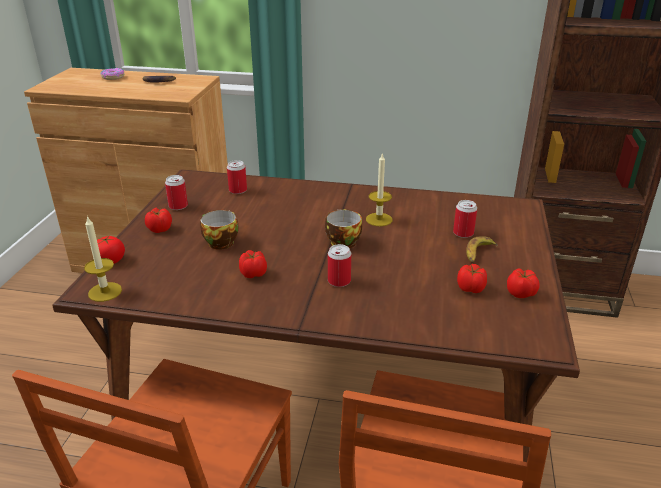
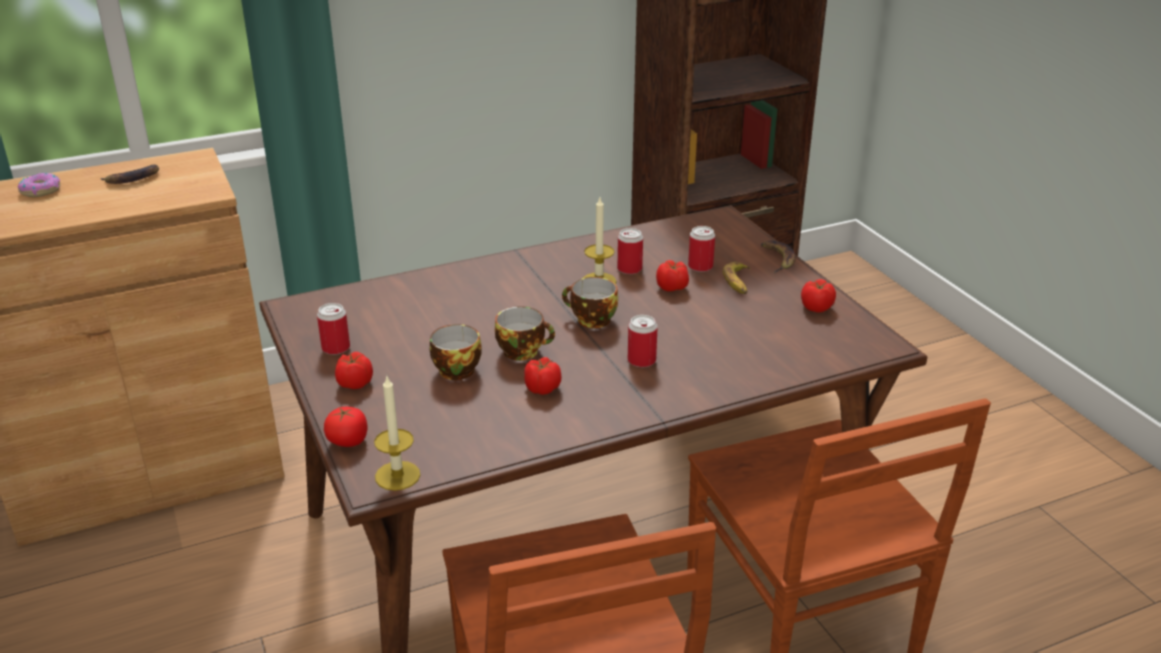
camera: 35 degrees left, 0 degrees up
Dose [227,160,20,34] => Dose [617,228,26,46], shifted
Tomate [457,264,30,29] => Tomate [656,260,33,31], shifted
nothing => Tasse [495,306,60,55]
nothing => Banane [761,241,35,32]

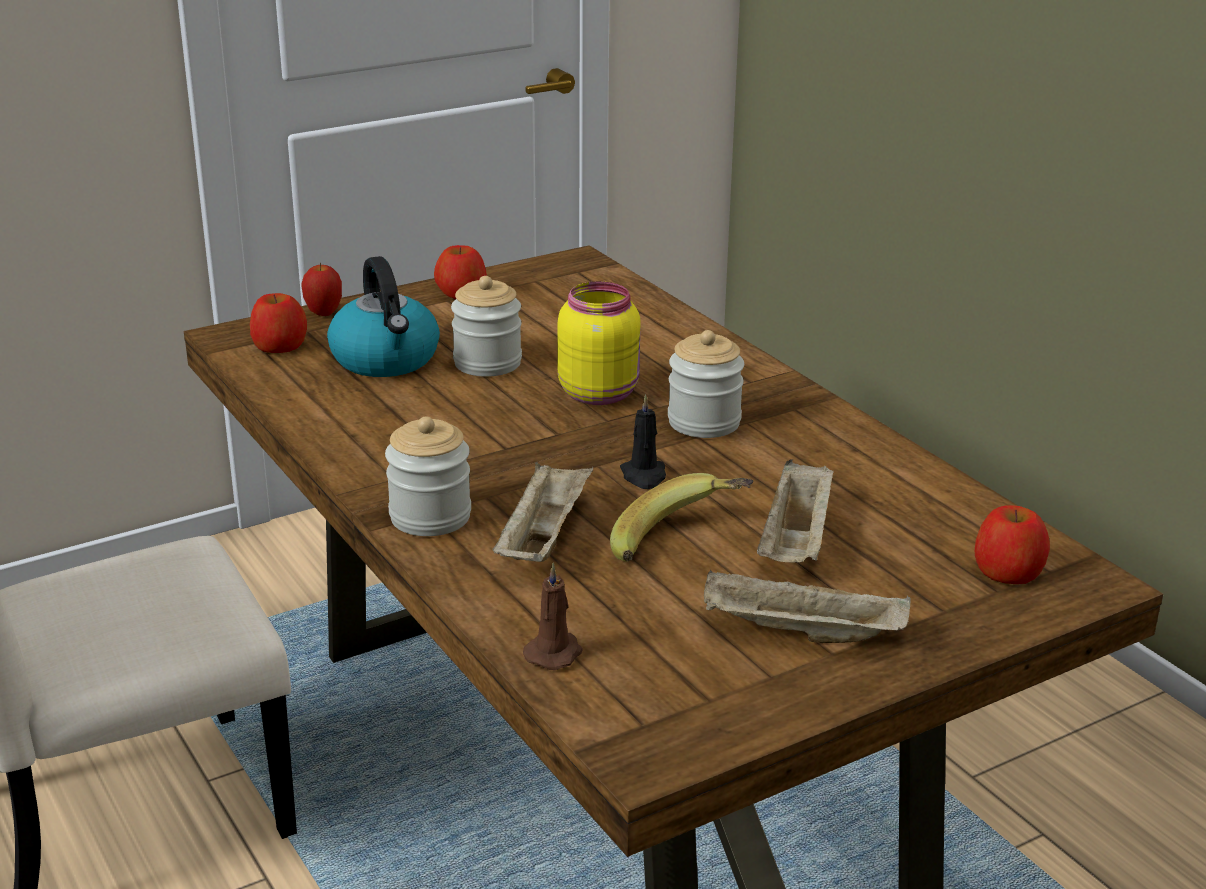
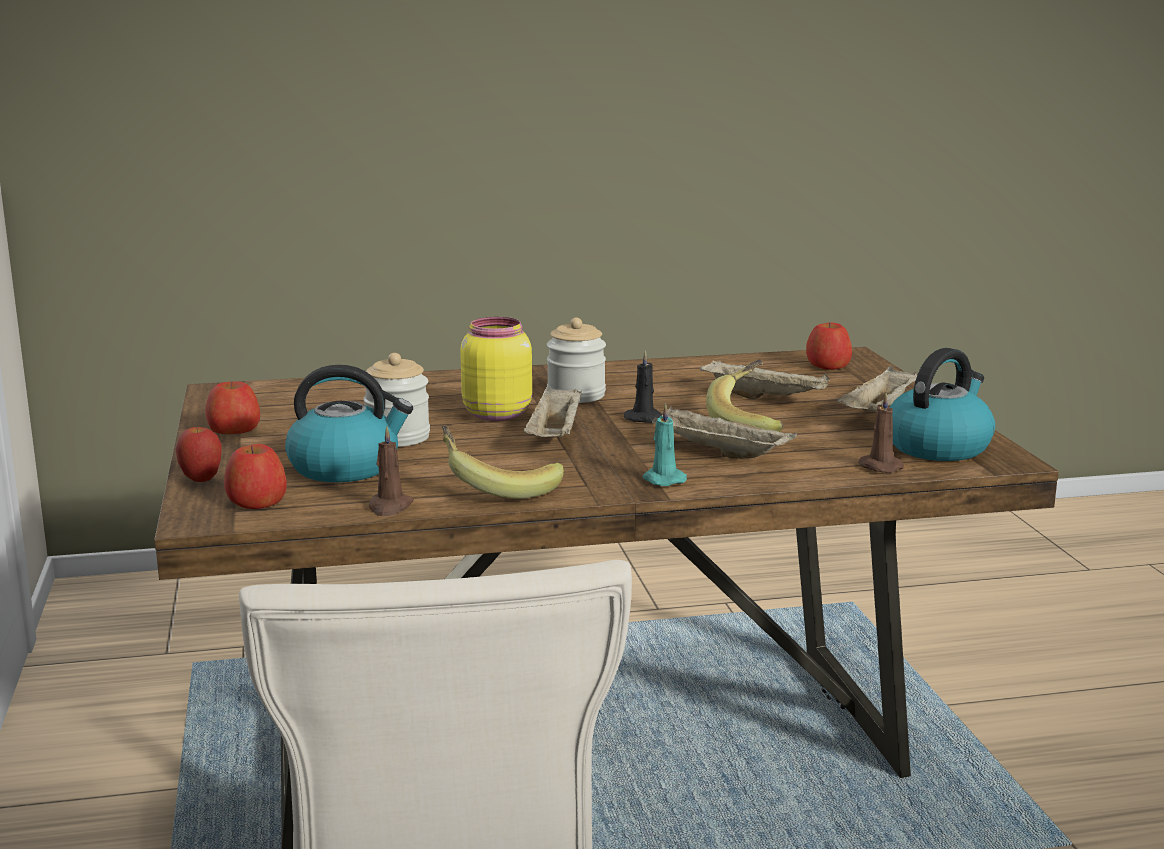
camera: 70 degrees left, 10 degrees down
Vorratsglas [385,416,86,120] => Kerze [türkis] [643,403,44,83]
nothing => Kerze [braun] [368,426,46,90]
nothing => Banane [442,426,122,73]
nothing => Tablett [beige] [524,386,58,51]
nothing => Wasserkessel [890,348,105,113]

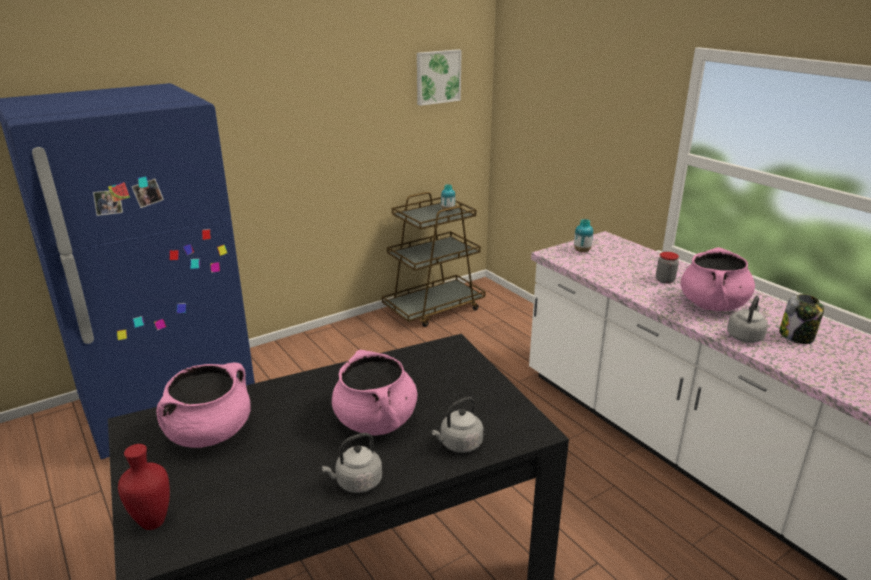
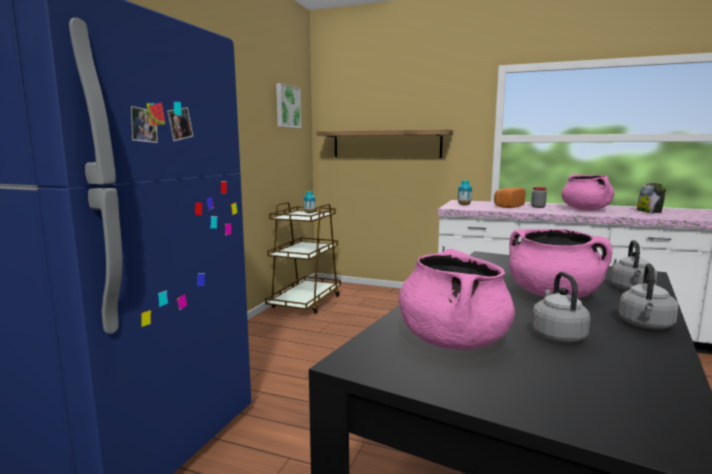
camera: 35 degrees left, 15 degrees down
Vase [rot] [118,444,52,86] => nothing
Wasserkessel [grau] [727,296,41,47] => Wasserkessel [grau] [531,272,59,71], shifted
nothing => Wandregal [317,129,136,29]
nothing => Brot [494,188,32,20]

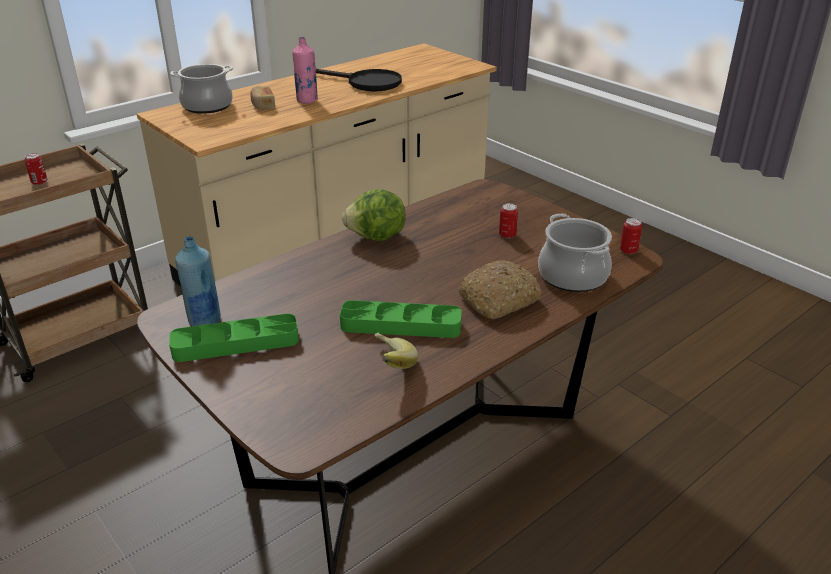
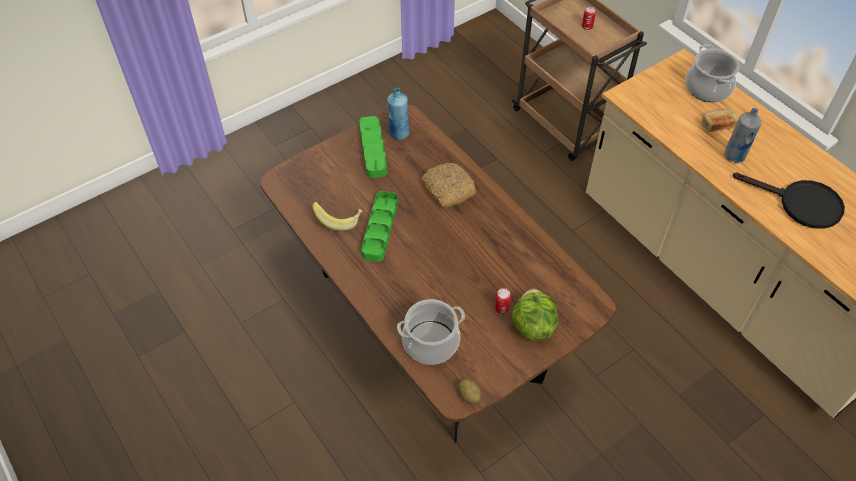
camera: 95 degrees right, 20 degrees up
Flasche [rosa] [292,37,26,67] => Flasche [grau] [724,108,38,55]
Pfanne [schwarz] [316,69,86,22] => Pfanne [schwarz] [733,173,112,56], 90 degrees counterclockwise
Salatkopf [342,190,64,51] => Salatkopf [511,289,47,52], shifted
Brot [458,260,84,59] => Brot [421,163,55,45], shifted
Dose [620,218,22,36] => Kartoffel [459,379,22,24]

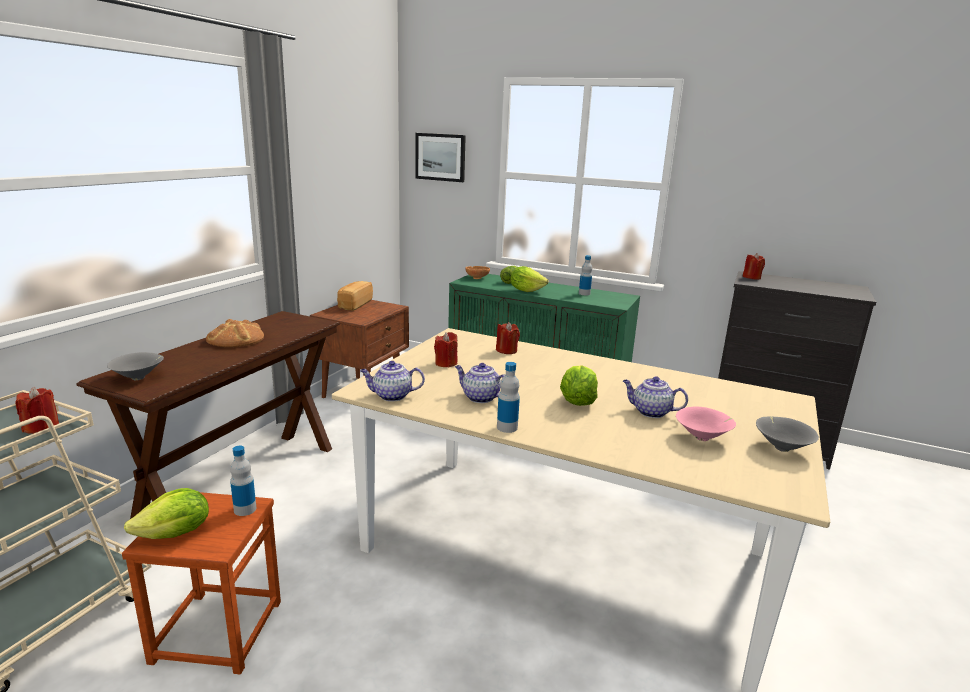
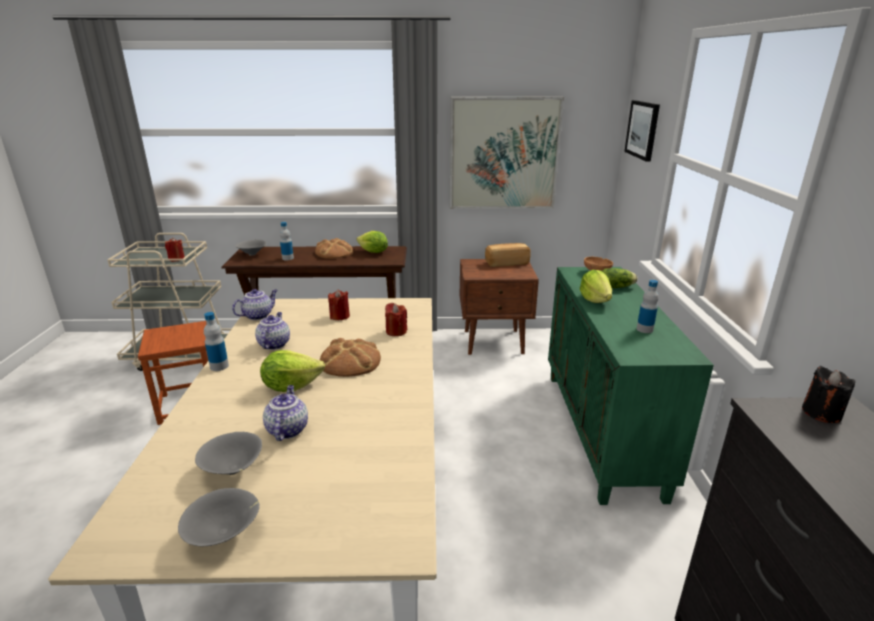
camera: 65 degrees right, 5 degrees up
Salatkopf [124,488,85,51] => Salatkopf [356,231,32,22], shifted
Flasche [230,446,26,70] => Flasche [280,222,14,39], shifted
Teekanne [360,361,65,40] => Teekanne [232,289,46,31], 75 degrees clockwise
Schüssel [rosa] [676,406,60,35] => Schüssel [grau] [195,432,67,43]
Kerze [rot] [743,253,22,27] => Kerze [schwarz] [802,366,53,57]
nothing => Brot [320,338,61,39]
nothing => Bild [450,97,114,112]

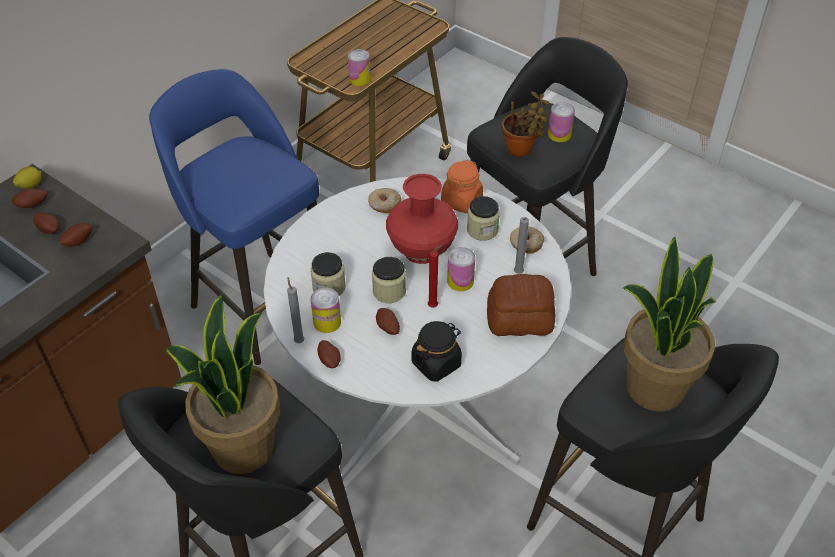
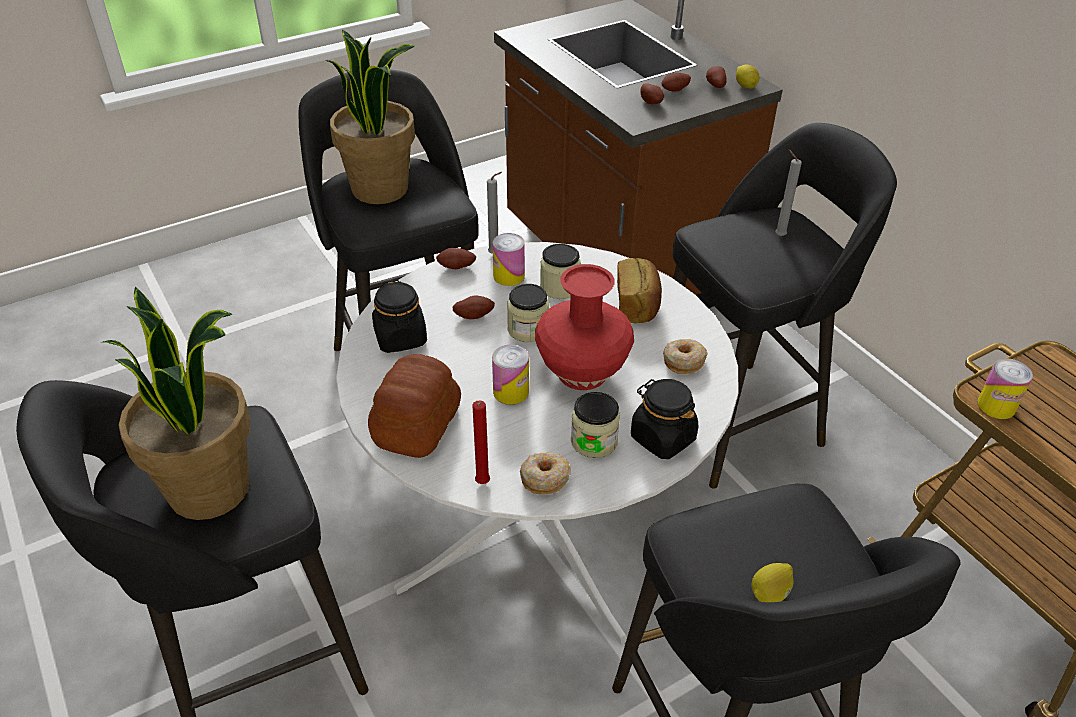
camera: 110 degrees right, 5 degrees down
Hocker [blau] [149,69,170,296] => Hocker [schwarz] [673,123,224,366]
Kerze [rot] [428,245,15,62] => Kerze [rot] [472,400,18,84], shifted
Vorratsglas [orange] [441,160,42,53] => Vorratsglas [schwarz] [631,379,67,80]
Topfpflanze [502,91,48,66] => nothing
Kerze [grau] [514,217,15,57] => Kerze [grau] [775,149,27,87], shifted
Dose [548,102,27,40] => Zitrone [751,563,42,39]
nothing => Brot [617,258,45,65]

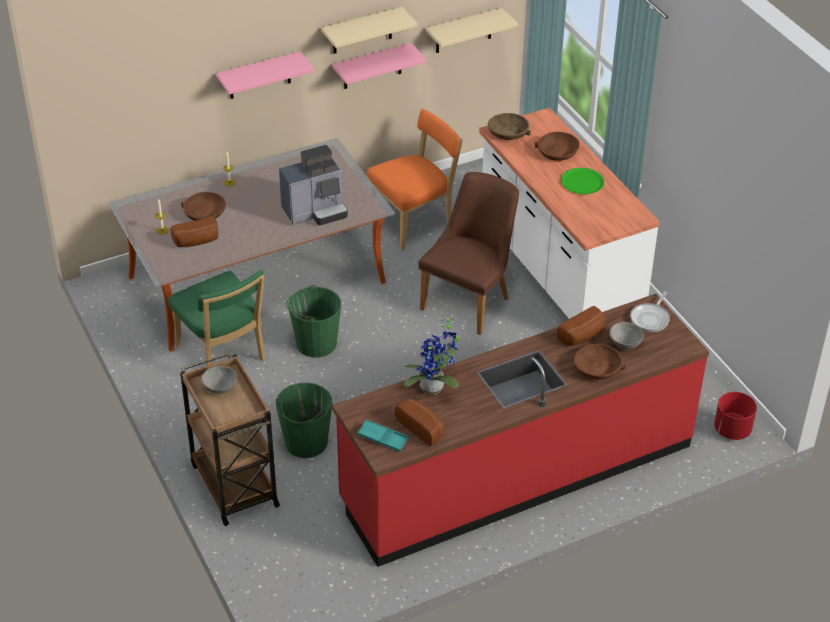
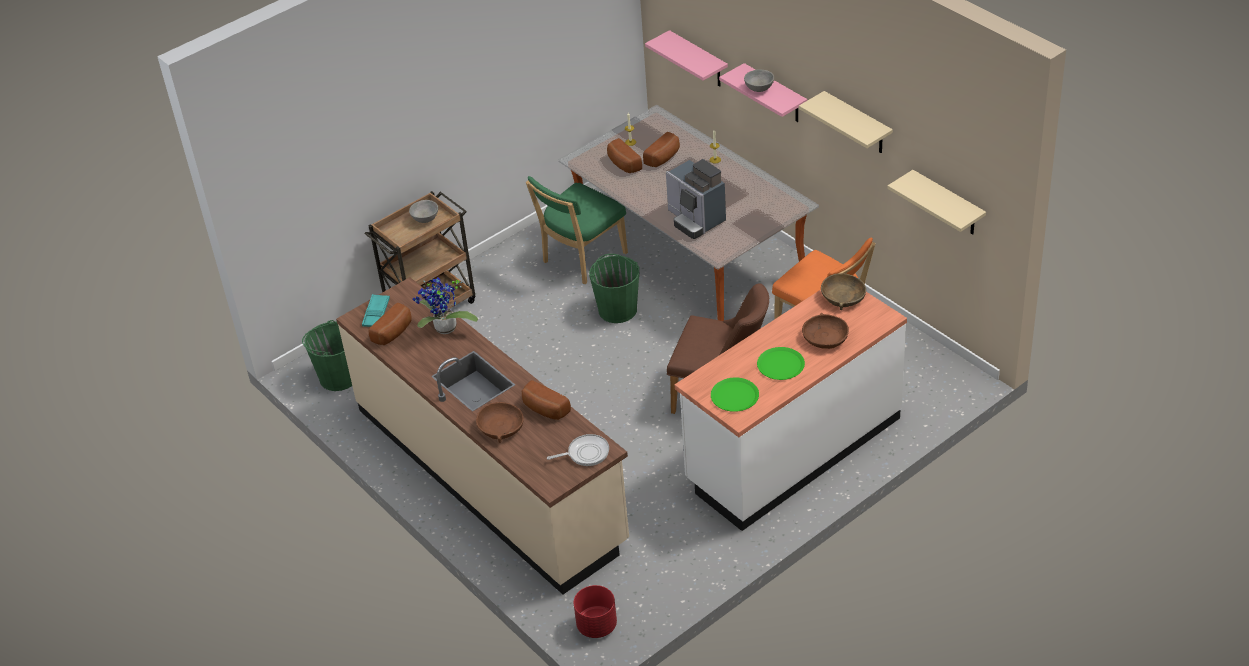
camera: 80 degrees right, 0 degrees up
Schüssel [braun] [181,192,45,29] => Brot [643,132,37,35]
Eimer [grün] [276,382,57,76] => Eimer [grün] [302,320,50,71], shifted
Wandregal [rosa] [332,43,95,46] => Wandregal [rosa] [645,30,83,56], shifted
Küchenzeile [rot] [332,294,377,273] => Küchenzeile [beige] [336,277,293,317]
Schüssel [grau] [610,322,34,27] => Schüssel [grau] [744,69,30,23], shifted
Pfanne [630,291,40,41] => Pfanne [547,434,62,32], 150 degrees clockwise
nothing => Teller [grün] [711,378,48,34]

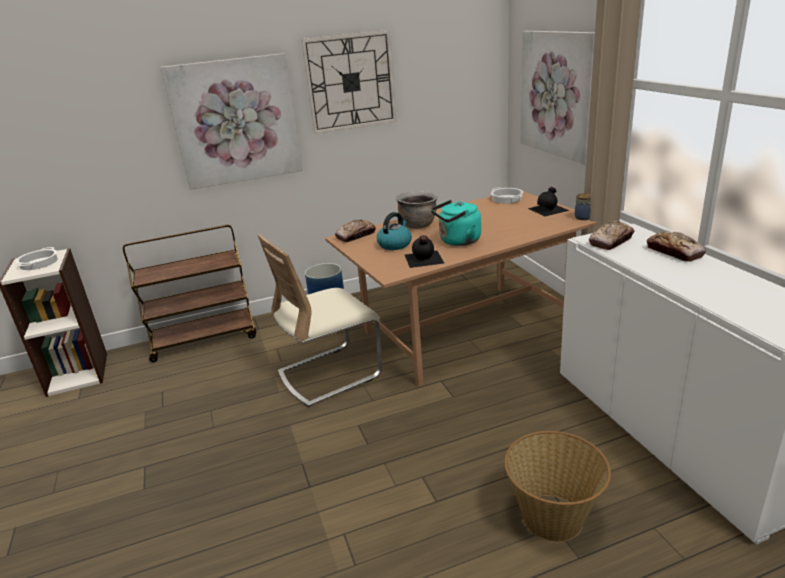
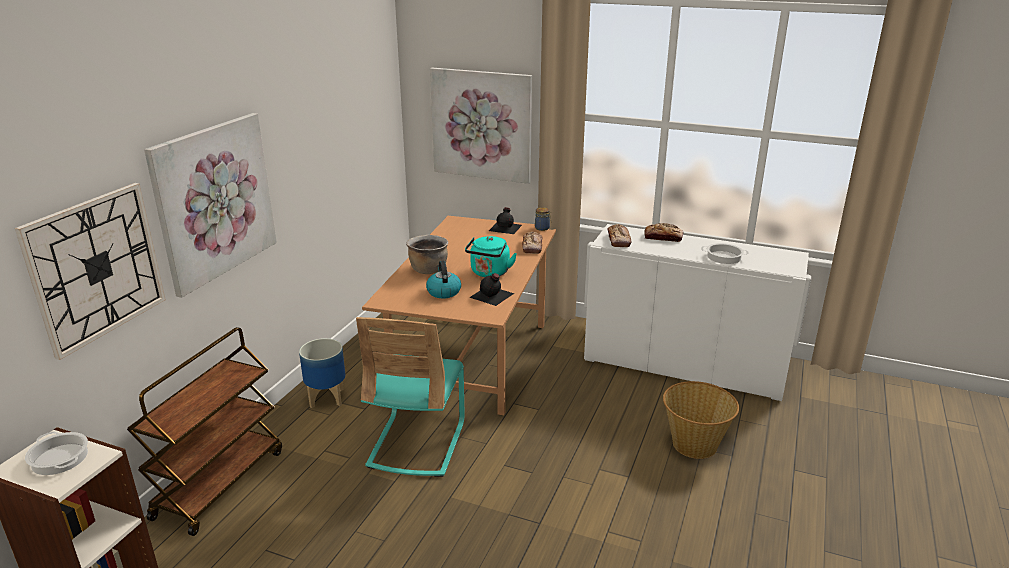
camera: 50 degrees left, 0 degrees up
Stuhl [beige] [257,234,125,173] => Stuhl [türkis] [356,317,109,160]
Wanduhr [301,30,96,104] => Wanduhr [15,183,151,177], shifted
Brot [335,219,41,23] => Brot [522,231,20,23], shifted
Kochtopf [491,187,32,16] => Kochtopf [701,243,48,21], shifted

